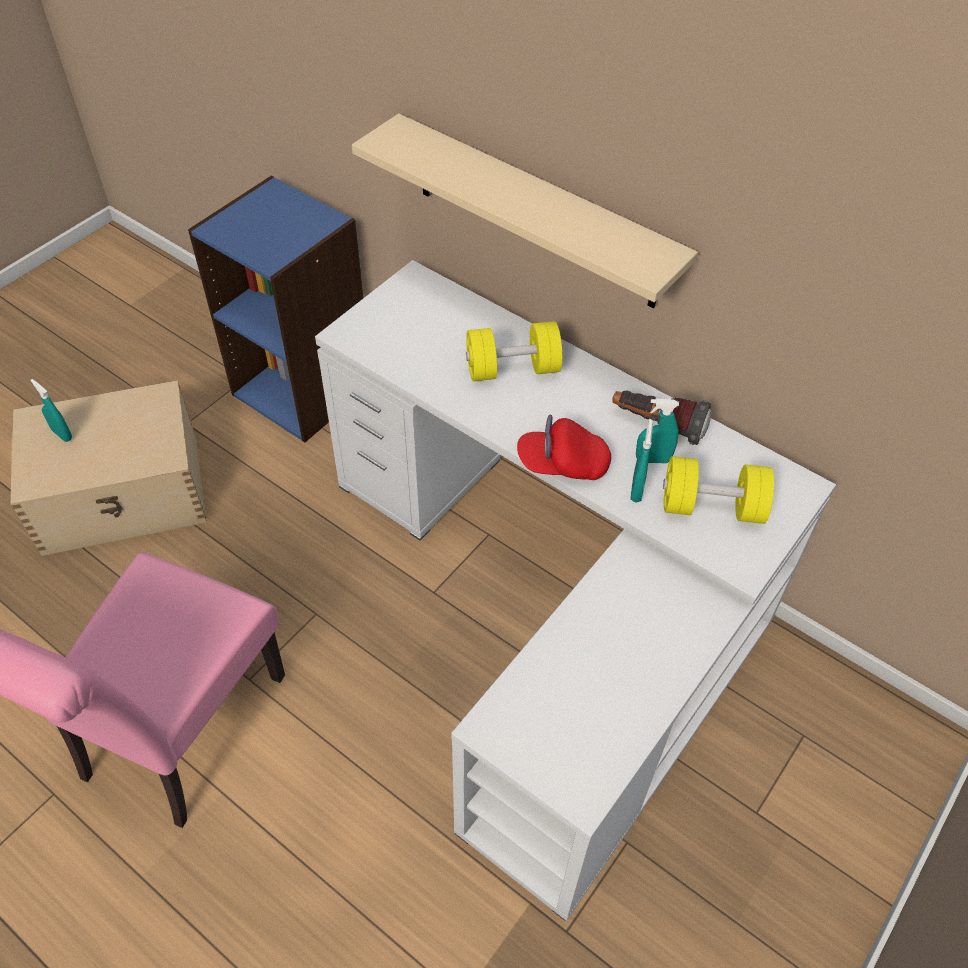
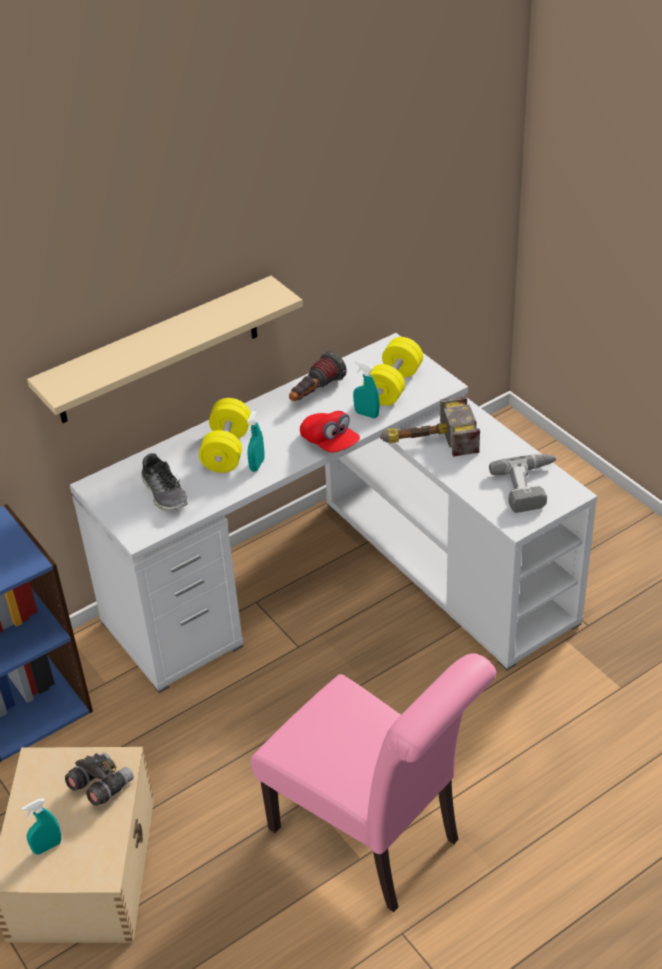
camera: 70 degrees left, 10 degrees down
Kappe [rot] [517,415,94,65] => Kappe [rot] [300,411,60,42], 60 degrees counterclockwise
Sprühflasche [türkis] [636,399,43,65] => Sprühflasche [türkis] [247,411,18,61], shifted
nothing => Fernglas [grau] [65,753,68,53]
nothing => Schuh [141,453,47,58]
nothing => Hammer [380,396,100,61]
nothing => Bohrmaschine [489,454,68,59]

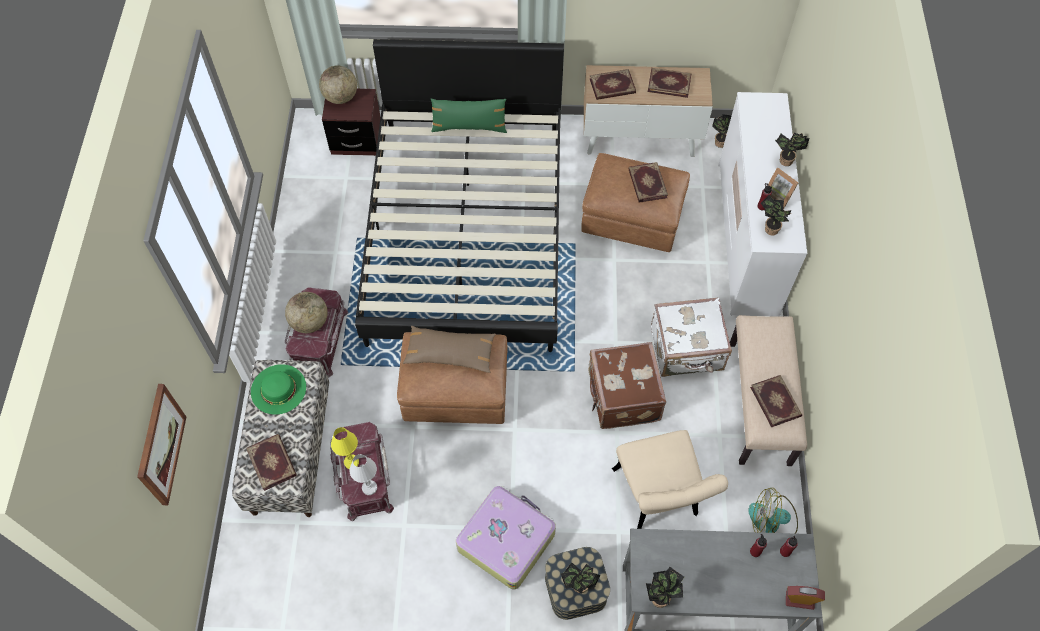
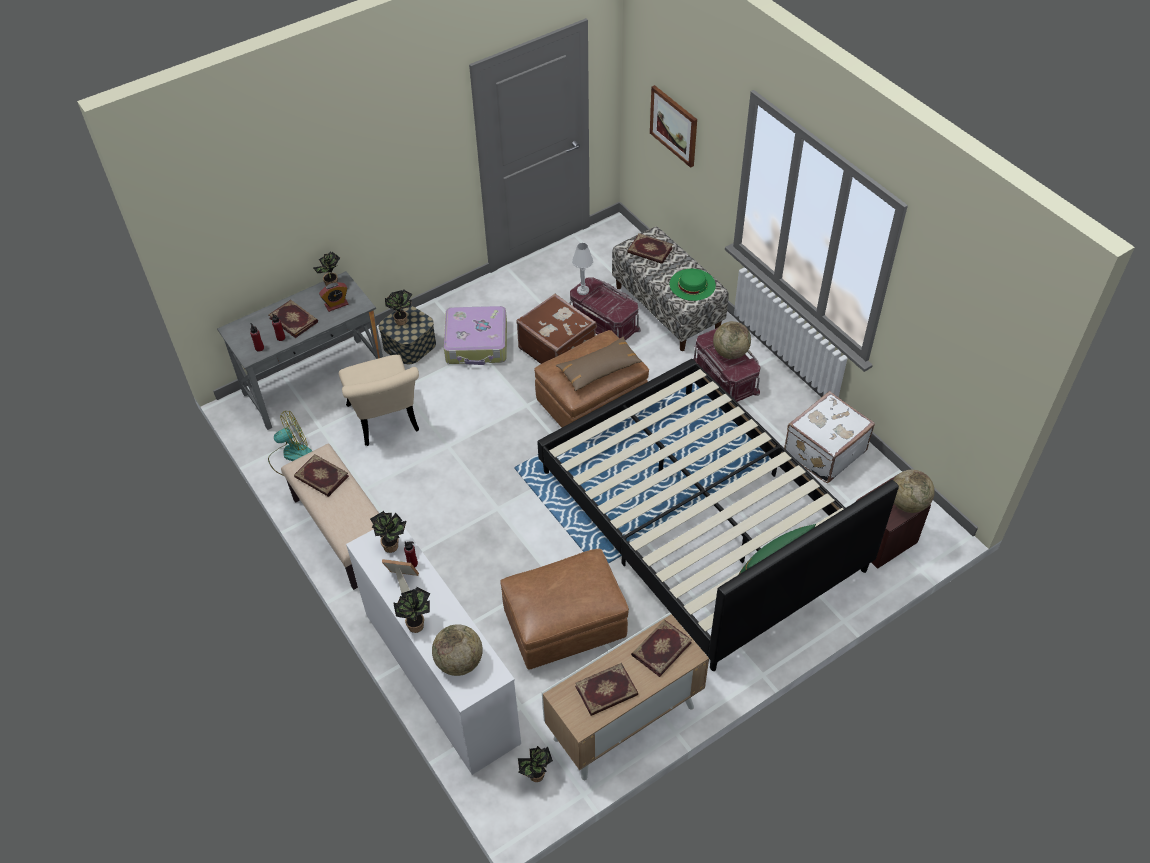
camera: 145 degrees right, 10 degrees down
Tischlampe [gelb] [331,427,28,42] => nothing
Koffer [braun] [588,342,78,87] => Koffer [braun] [516,294,81,70], shifted
Stuhl [beige] [612,430,116,99] => Stuhl [beige] [339,355,80,91], 150 degrees counterclockwise
Buch [628,162,40,41] => Buch [268,300,50,38], shifted
Koffer [weiß] [651,297,81,80] => Koffer [weiß] [784,391,91,92], shifted
Wecker [786,586,39,24] => Wecker [319,282,29,30], shifted
nothing => Globus [432,624,51,52]

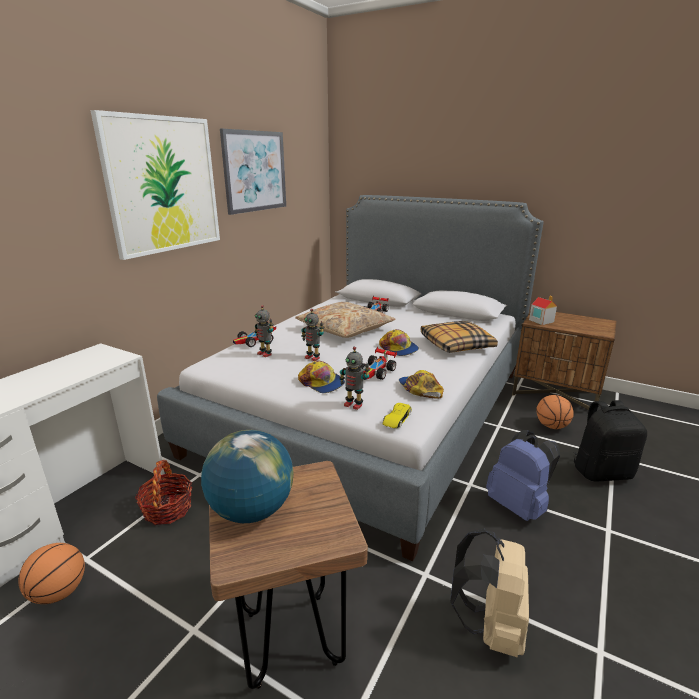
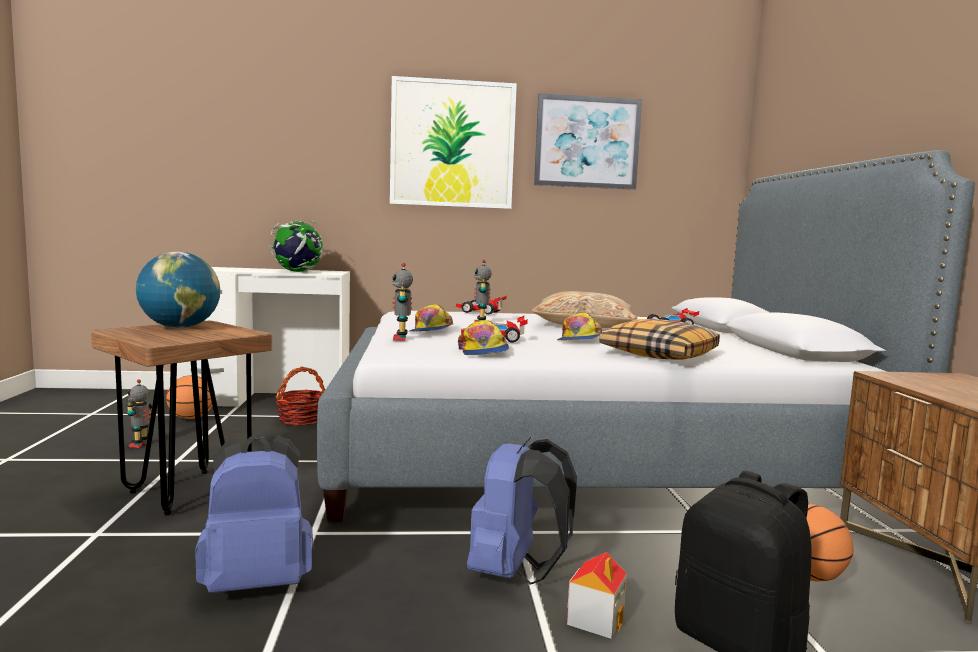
camera: 55 degrees right, 15 degrees down
Spielzeugroboter [255,305,19,52] => Spielzeugroboter [127,379,25,69], shifted
Spielzeugauto [gelb] [383,403,28,25] => nothing
Kappe [399,370,45,29] => Kappe [458,320,51,35], 135 degrees clockwise
Rucksack [beige] [450,529,79,129] => Rucksack [blau] [195,434,119,159]
Spielzeughaus [529,296,28,29] => Spielzeughaus [567,552,60,87], shifted
nothing => Globus [270,220,54,52]

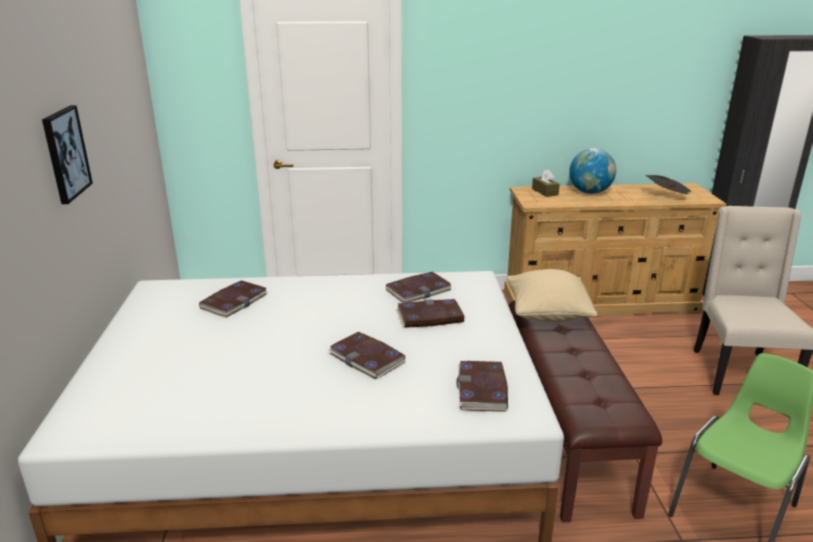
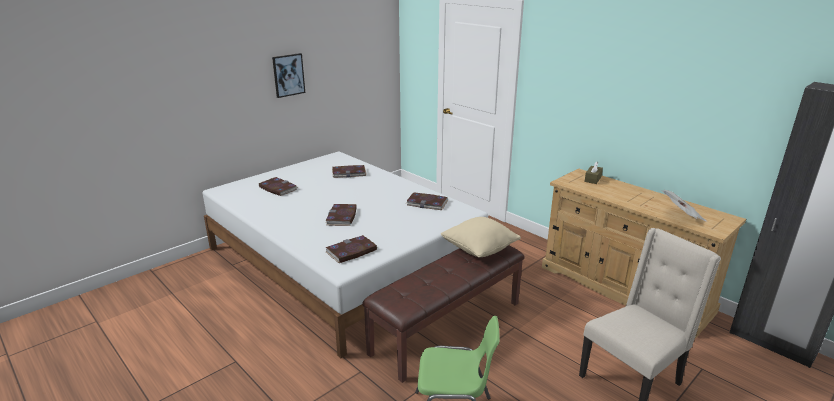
camera: 50 degrees right, 0 degrees up
Buch [396,299,69,29] => Buch [259,177,39,19], shifted
Globus [569,148,47,46] => nothing

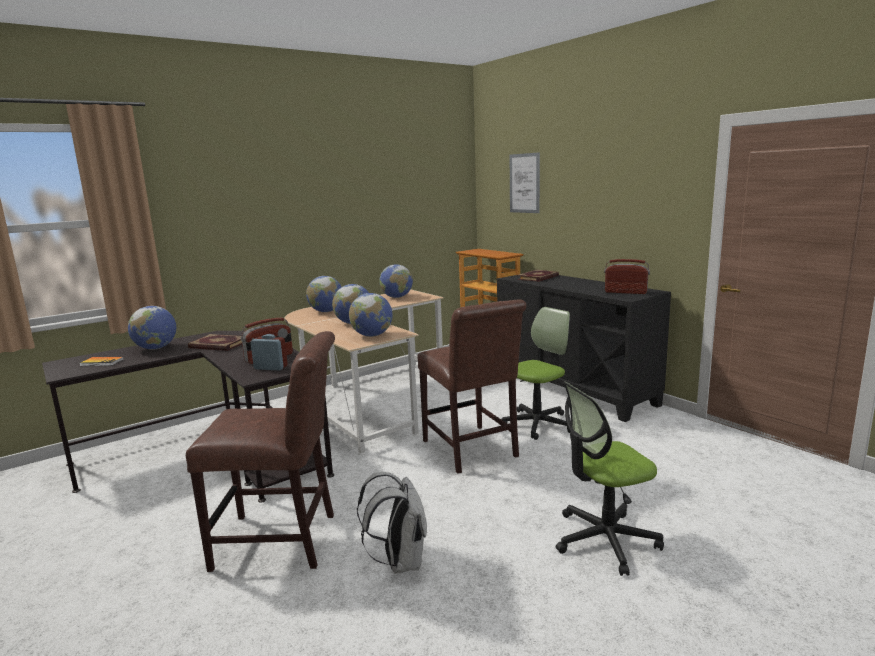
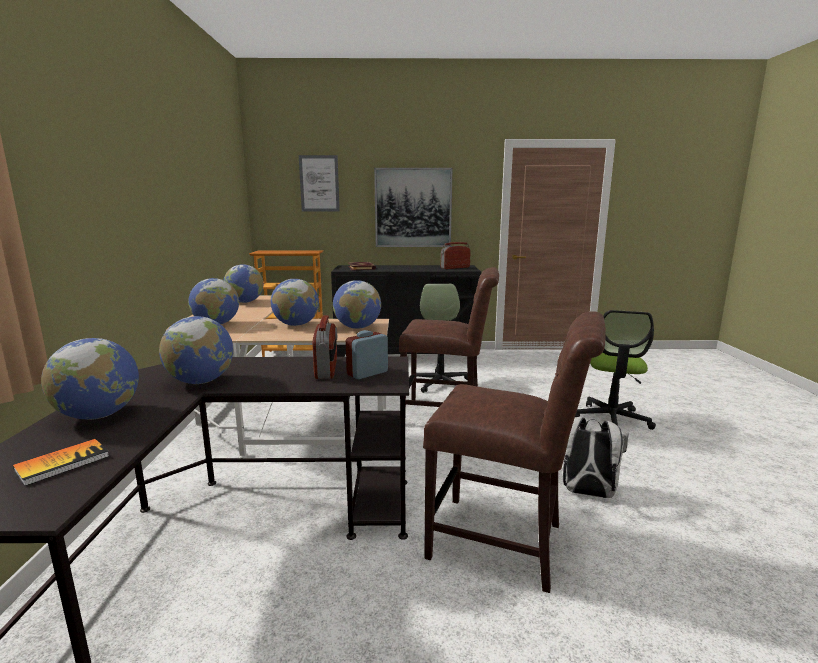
camera: 55 degrees left, 0 degrees up
Stuhl [braun] [186,331,149,241] => Stuhl [braun] [423,311,183,282], 75 degrees clockwise
Buch [188,334,54,17] => Globus [159,316,74,68]
nothing => Bild [374,168,79,79]

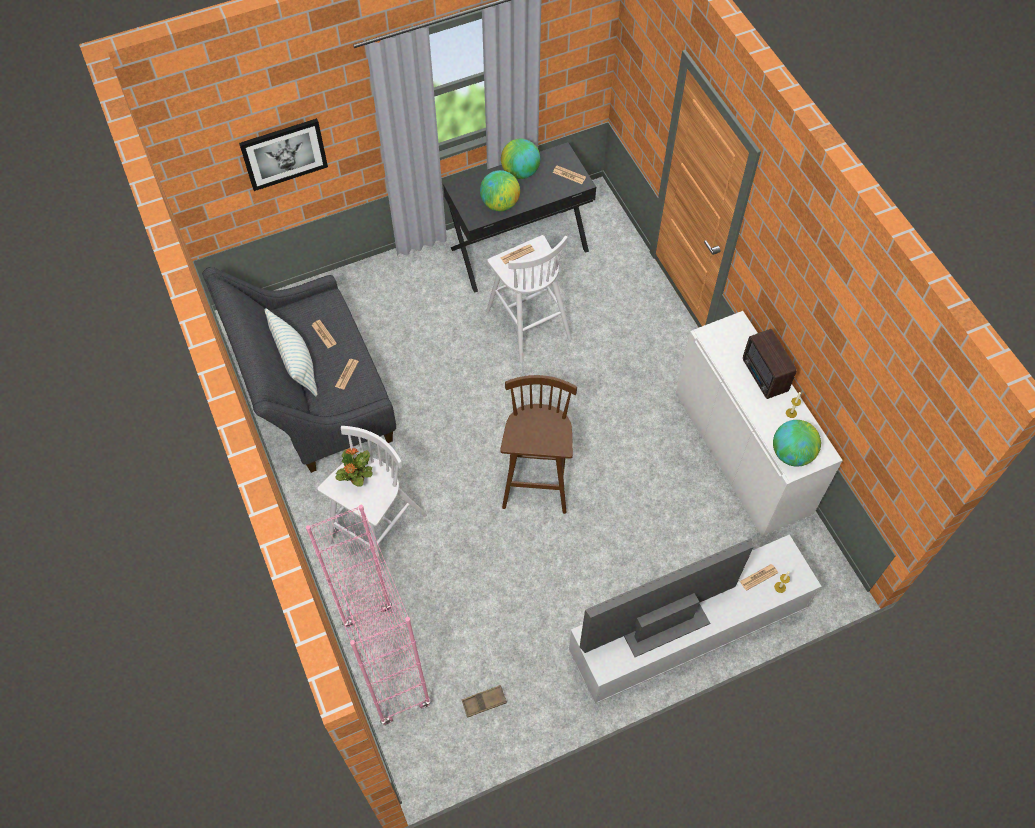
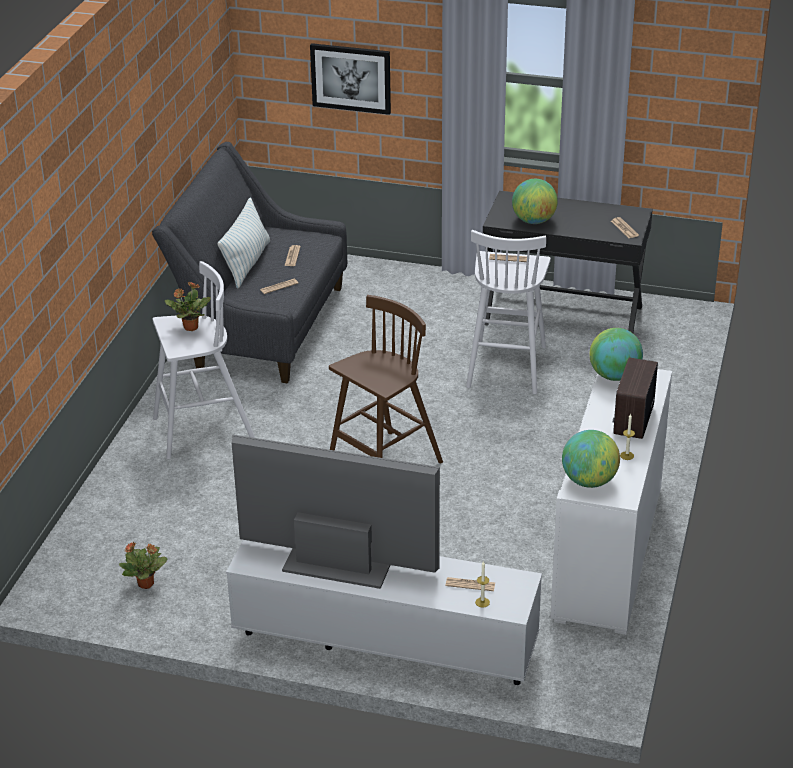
camera: 40 degrees right, 25 degrees down
Bücherregal [rosa] [306,505,125,221] => nothing
Tablett [braun] [462,685,45,32] => Topfpflanze [119,542,48,47]
Globus [501,139,39,40] => Globus [589,328,54,53], shifted

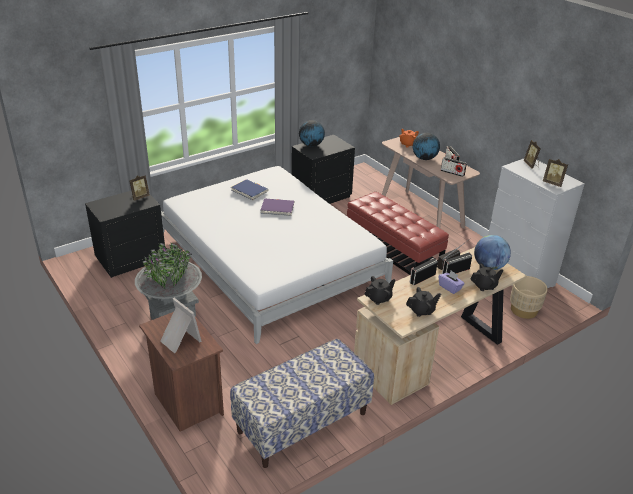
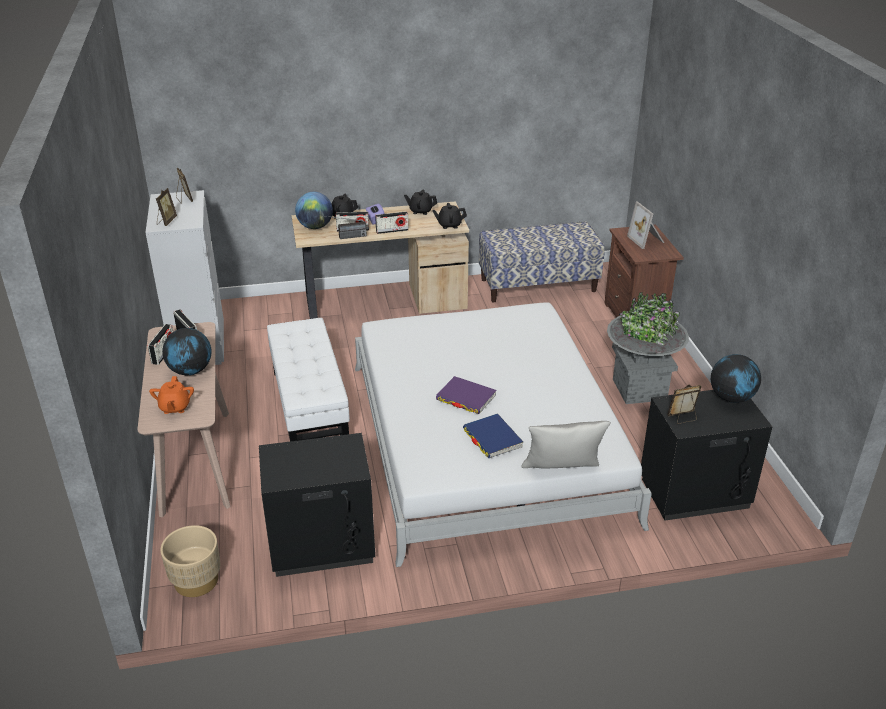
camera: 155 degrees left, 0 degrees up
Globus [299,120,26,27] => Globus [711,354,50,49], shifted
Polsterhocker [rot] [347,192,102,83] => Polsterhocker [weiß] [267,318,83,123]
Pflanzkübel [beige] [510,276,38,43] => Pflanzkübel [beige] [160,525,60,72], shifted
nothing => Kissen [grau] [521,421,90,48]

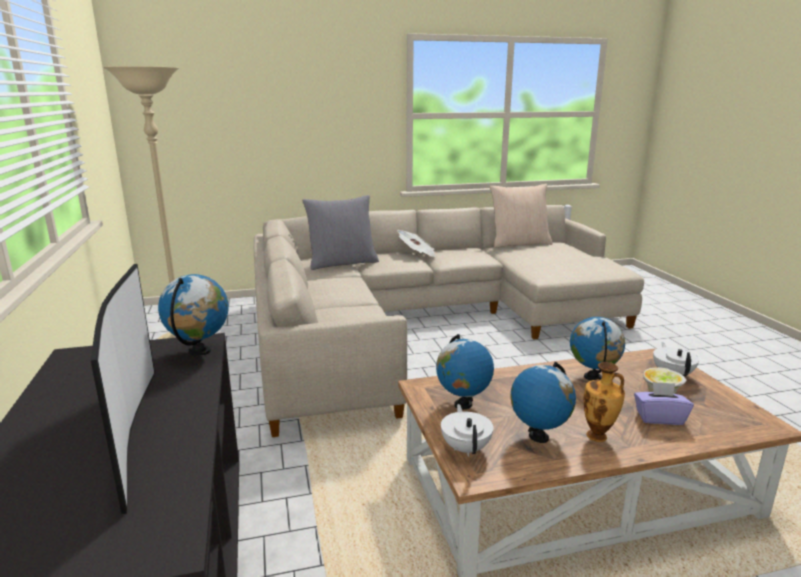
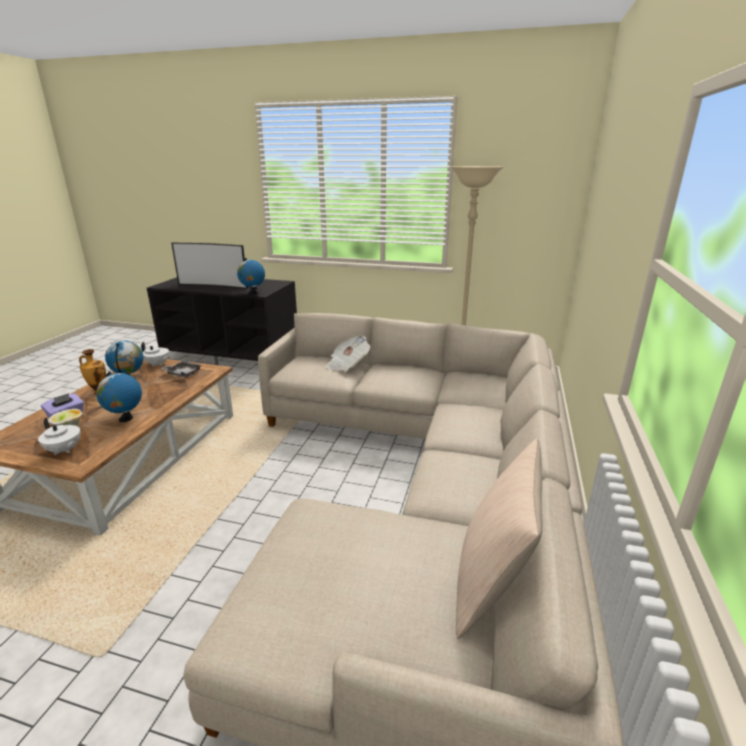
camera: 120 degrees right, 5 degrees up
Kissen [grau] [302,195,77,75] => nothing
Zeitung [397,230,39,27] => Zeitung [326,336,44,35], shifted
Globus [436,334,58,75] => Tablett [grau] [160,361,42,17]

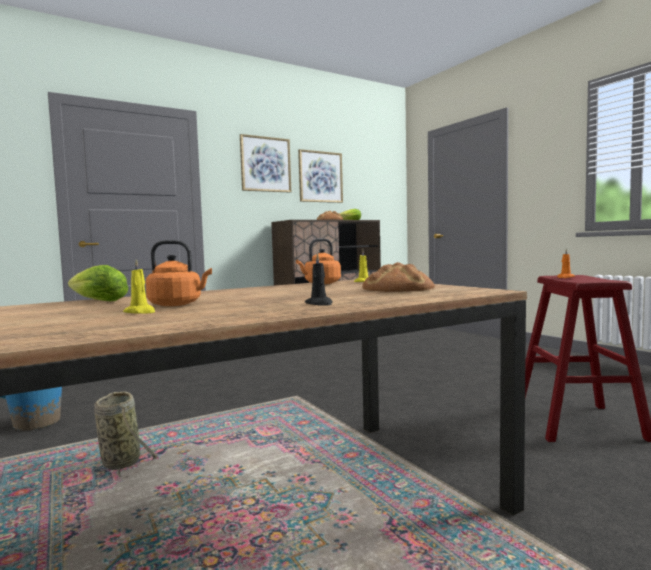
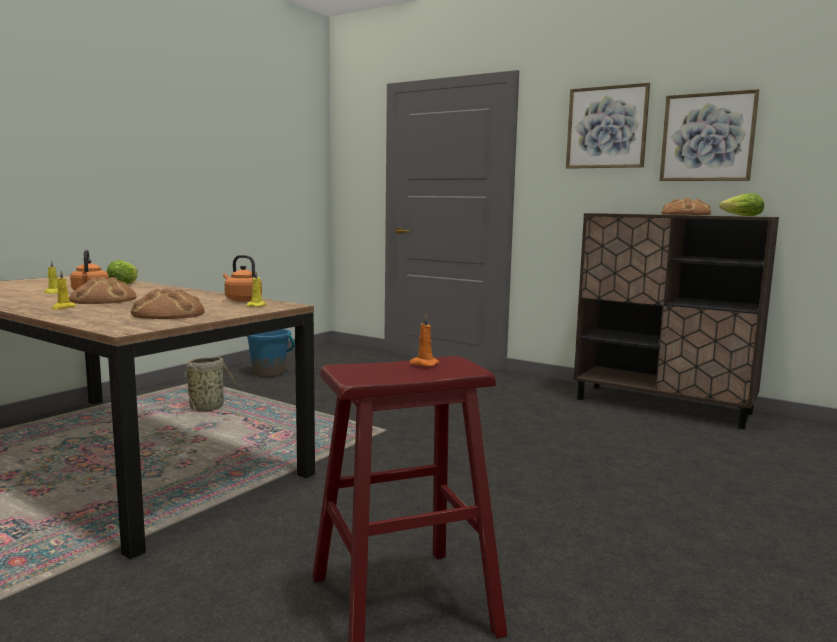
camera: 65 degrees right, 5 degrees up
Kerze [schwarz] [305,253,28,53] => Kerze [gelb] [51,271,25,38]
nothing => Brot [69,277,68,27]

